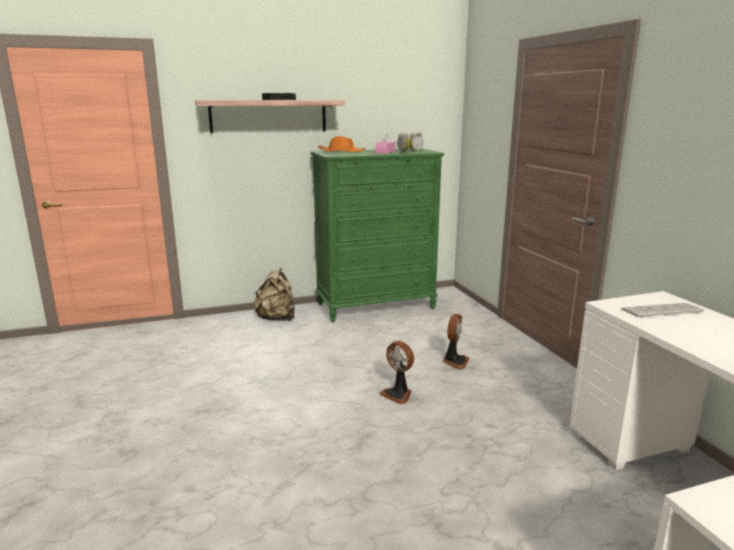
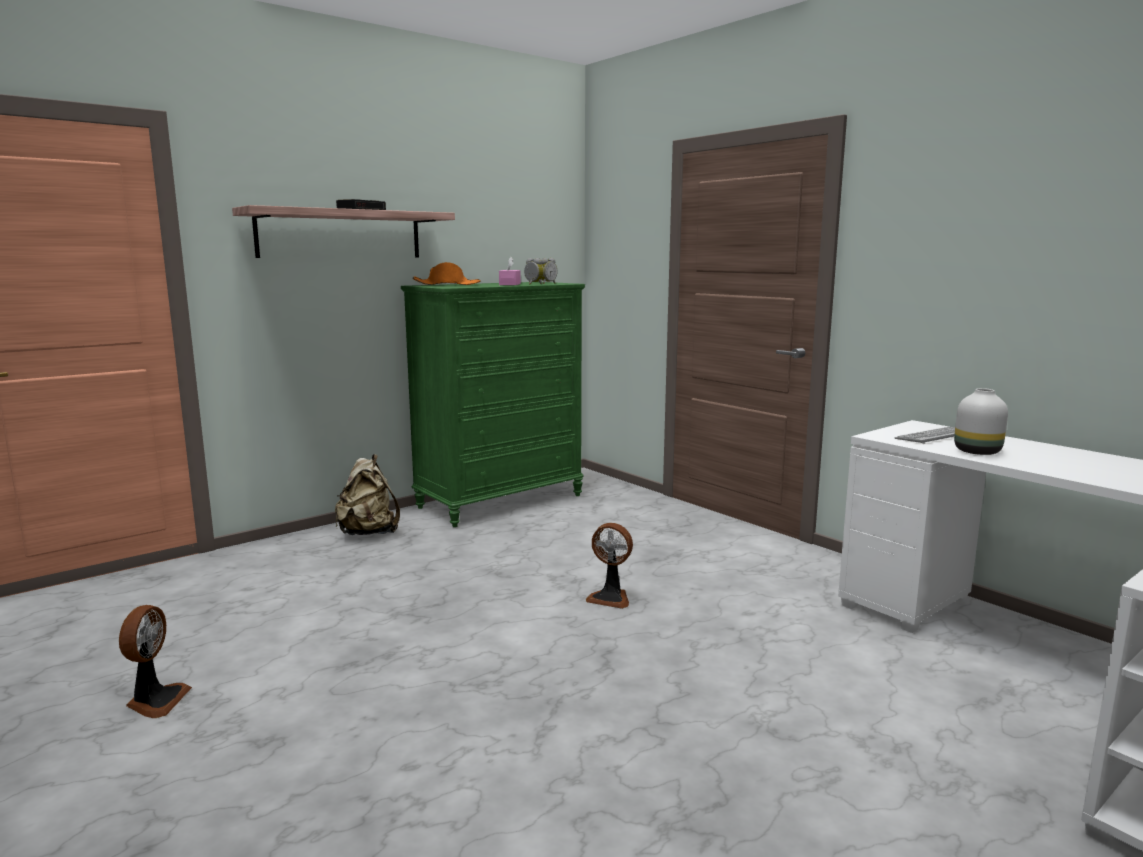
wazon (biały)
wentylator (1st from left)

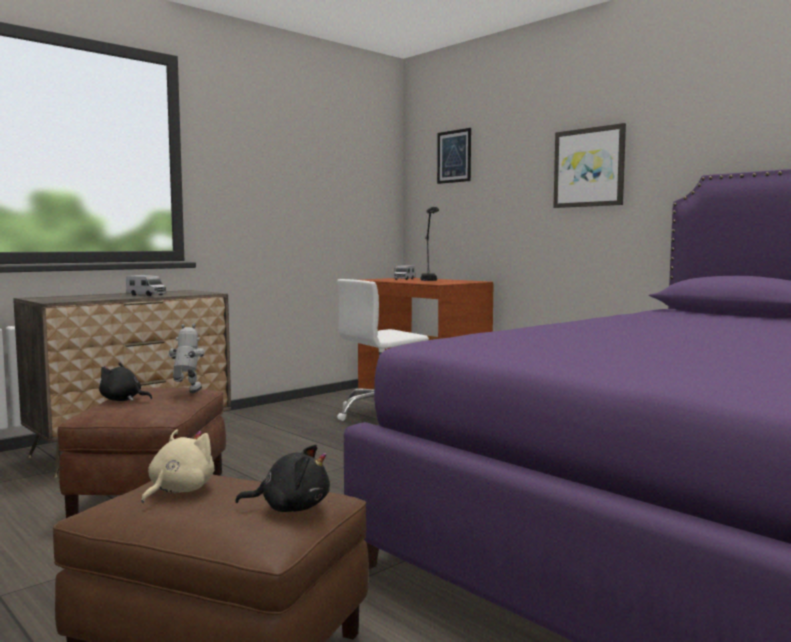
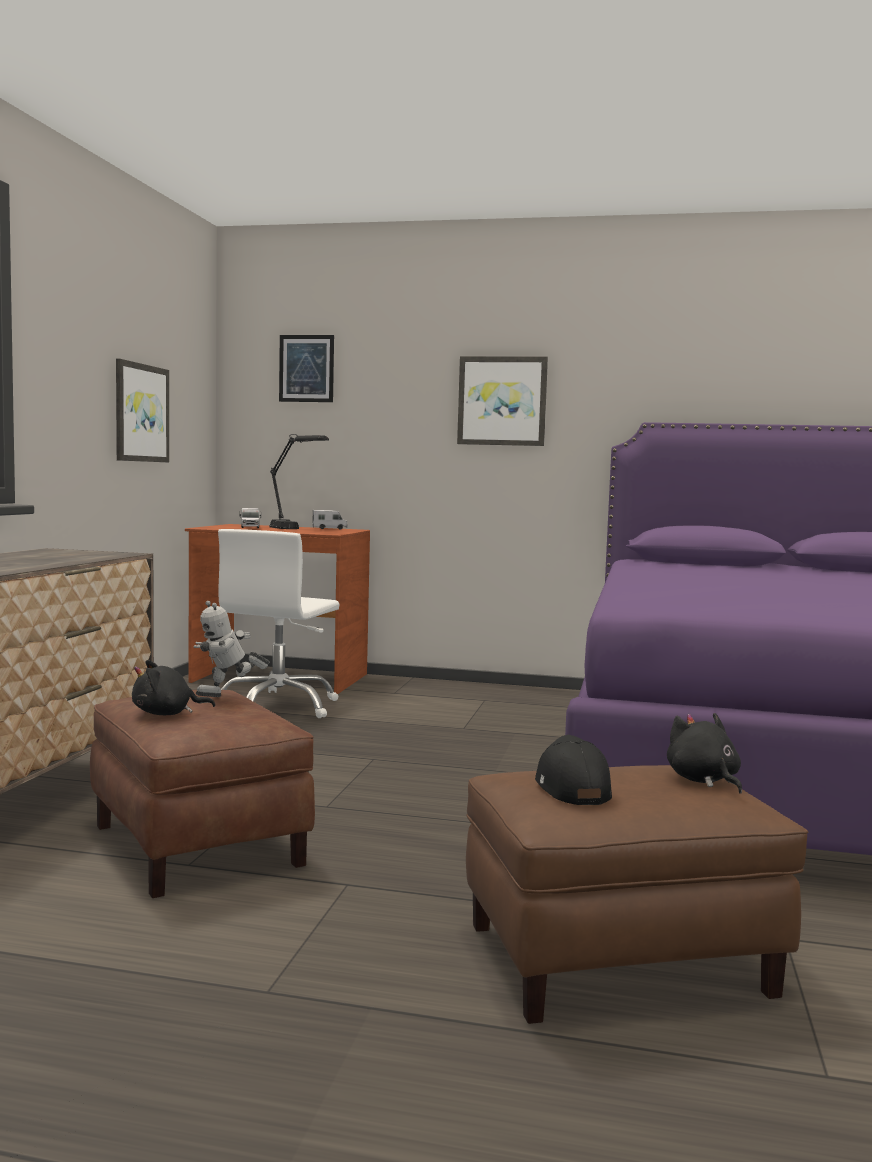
obraz (1st from left)
ciężarówka zabawkowa (2nd from left)
czapka z daszkiem (czarny)
robot zabawkowy
pluszak (czarny) (2nd from left)

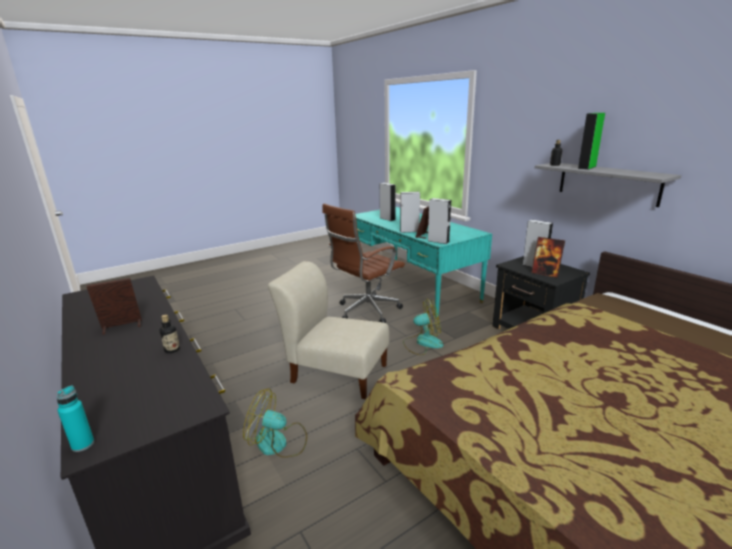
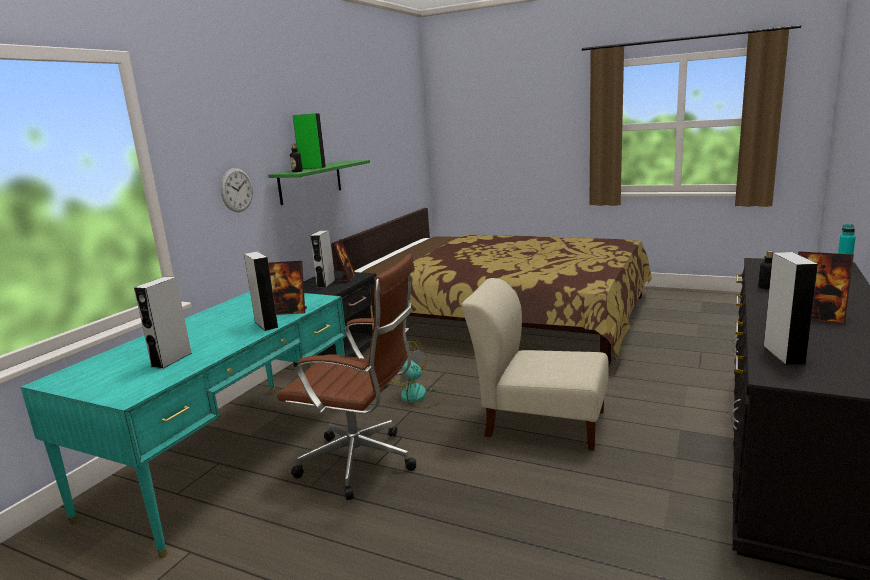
wentylator (1st from left in the first image)
zegar ścienny
głośnik (szary) (4th from left)
półka (zielony)
krzesło (beżowy)

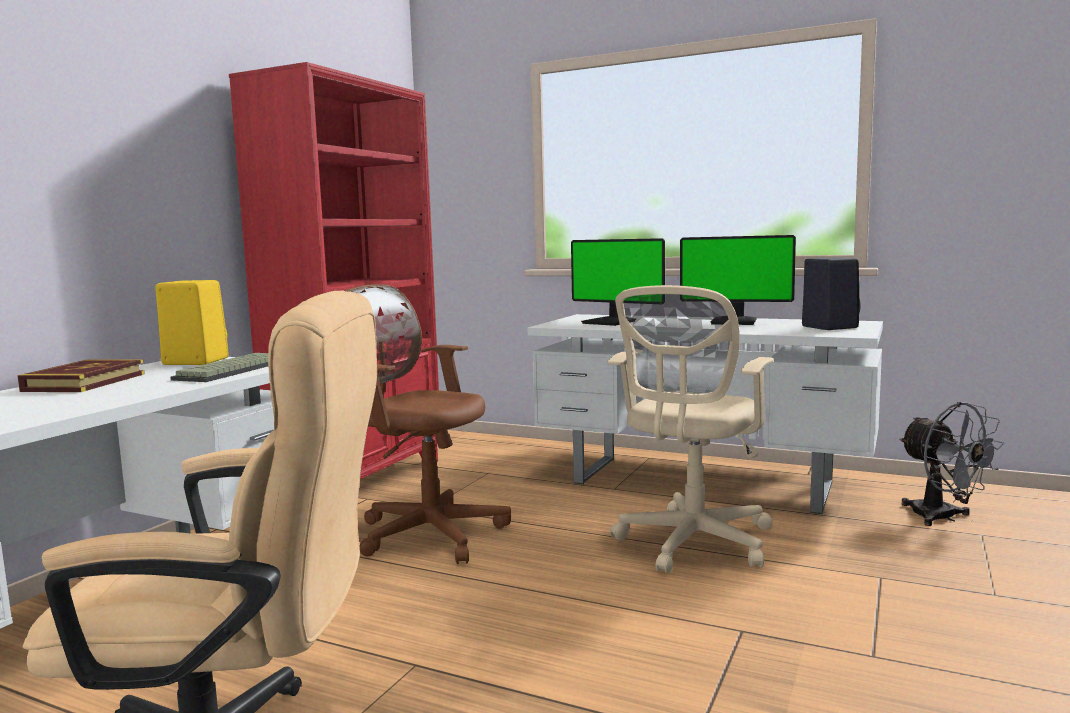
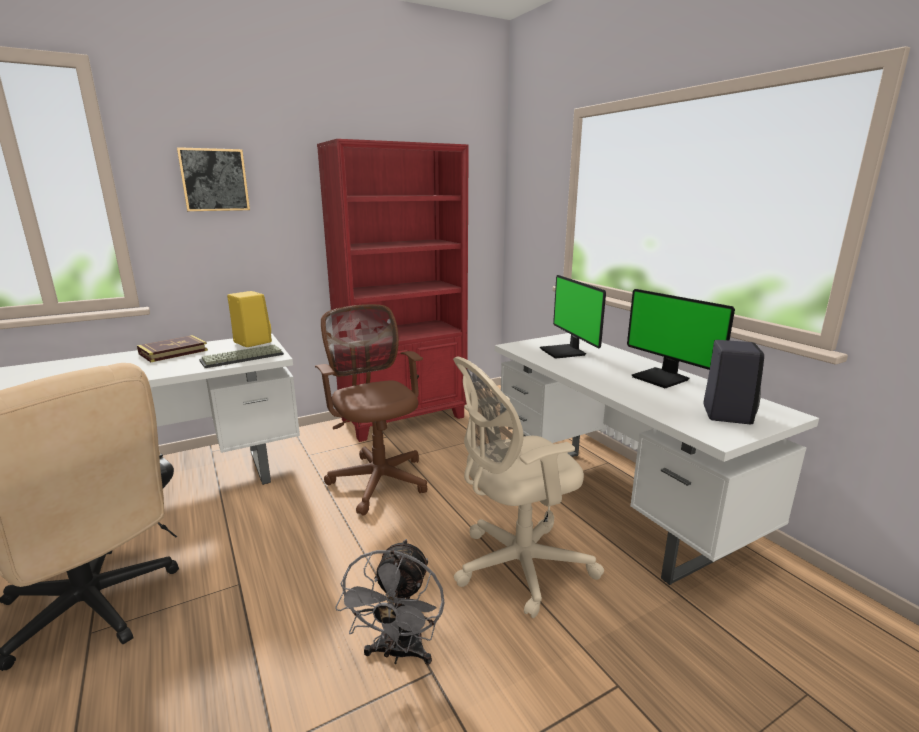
obraz
wentylator (szary)

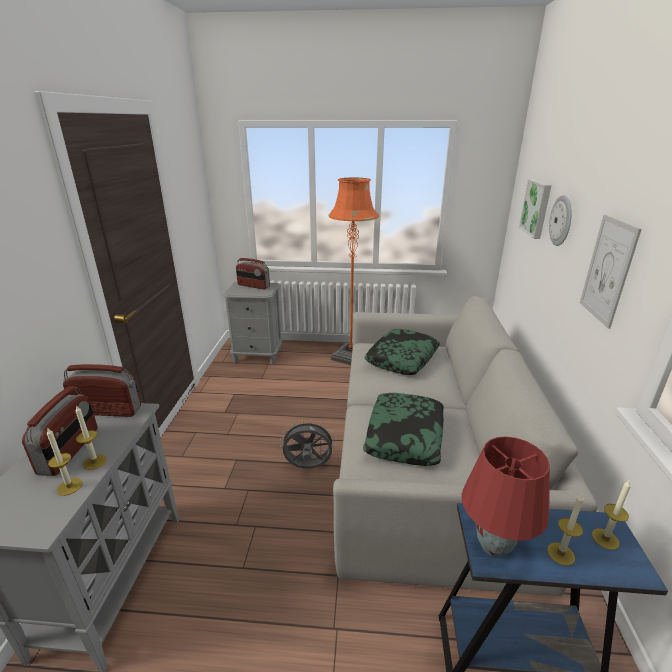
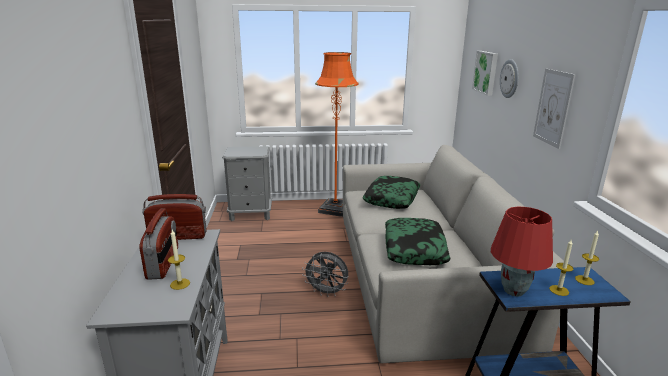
świeca (2nd from left in the first image)
radio (3rd from left in the first image)
wentylator (szary)

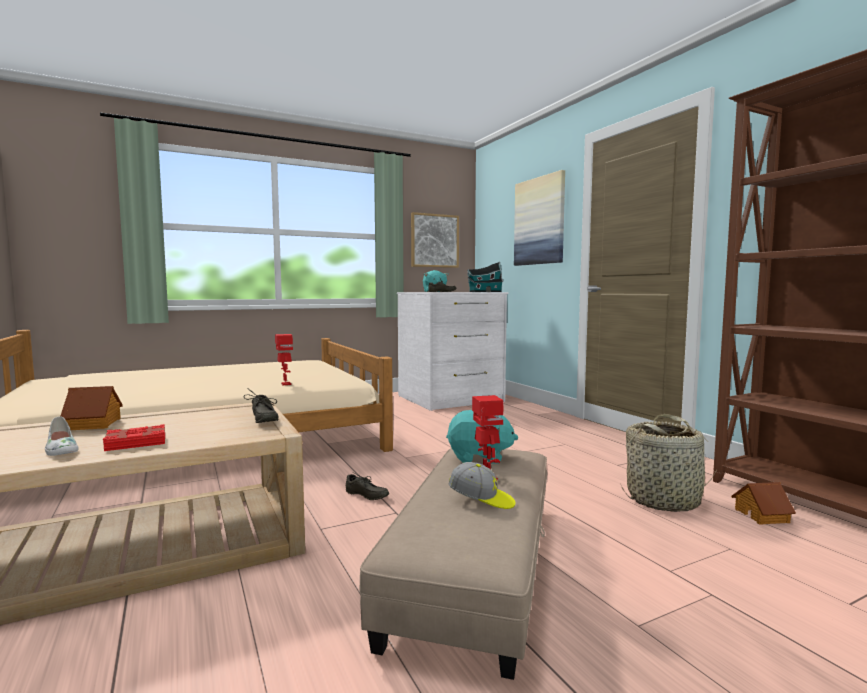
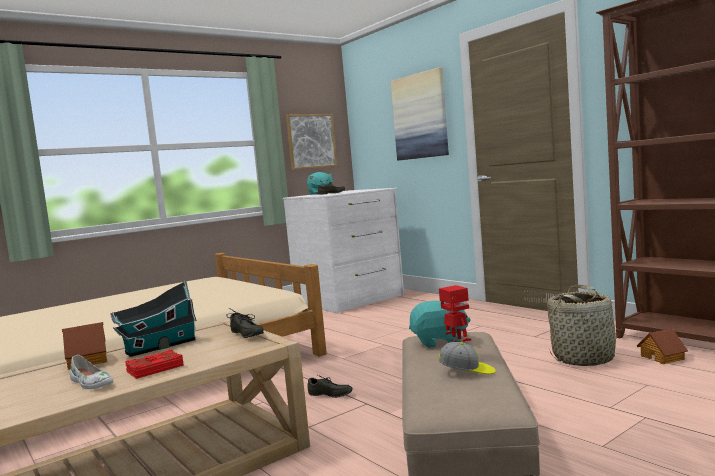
robot zabawkowy (1st from left in the first image)
domek (2nd from left)

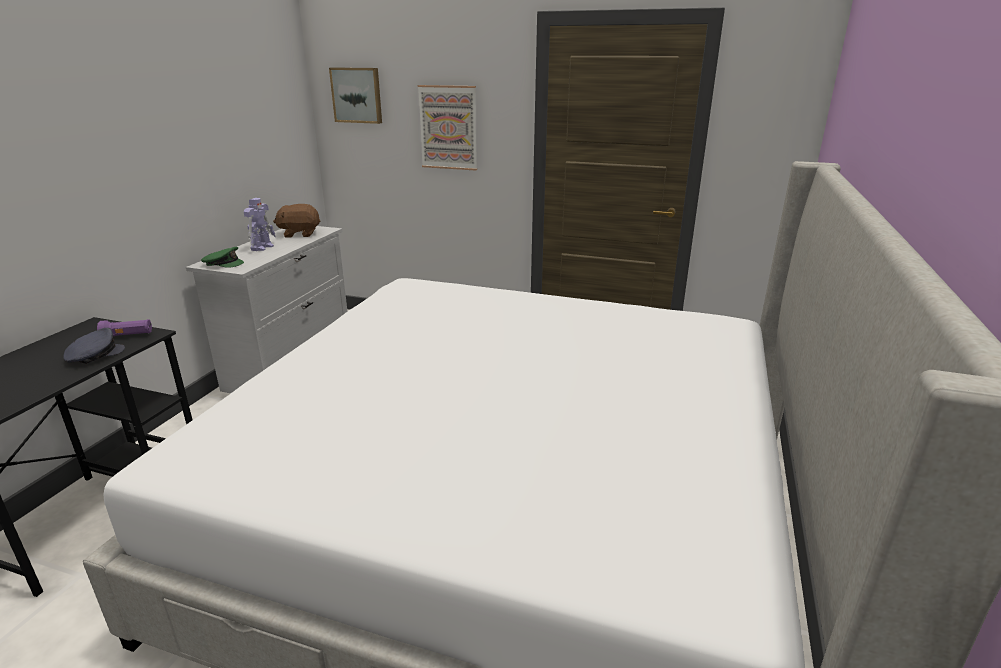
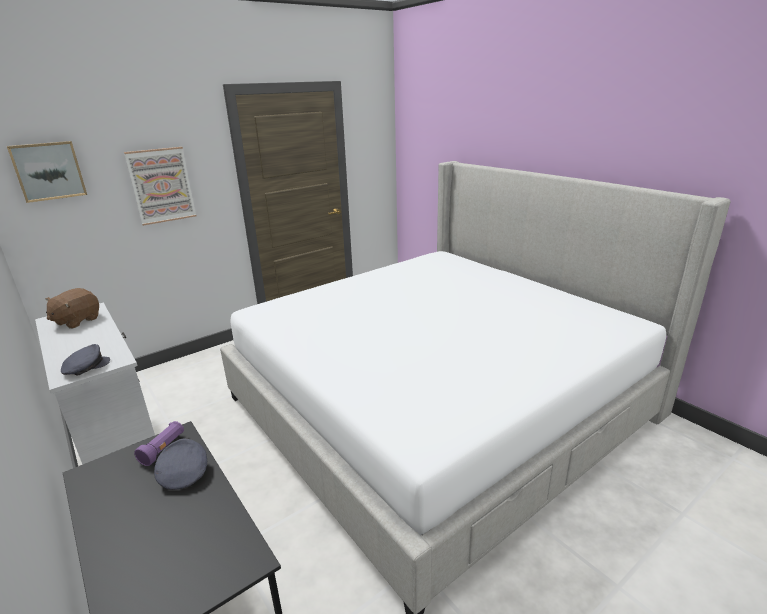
robot zabawkowy
czapka z daszkiem (szary) (1st from left)

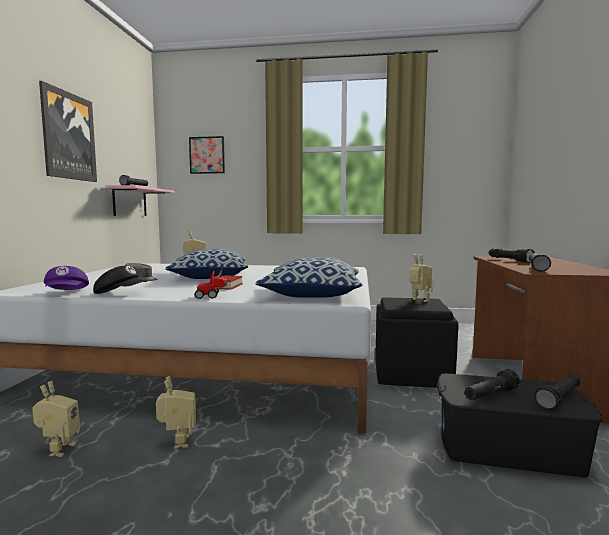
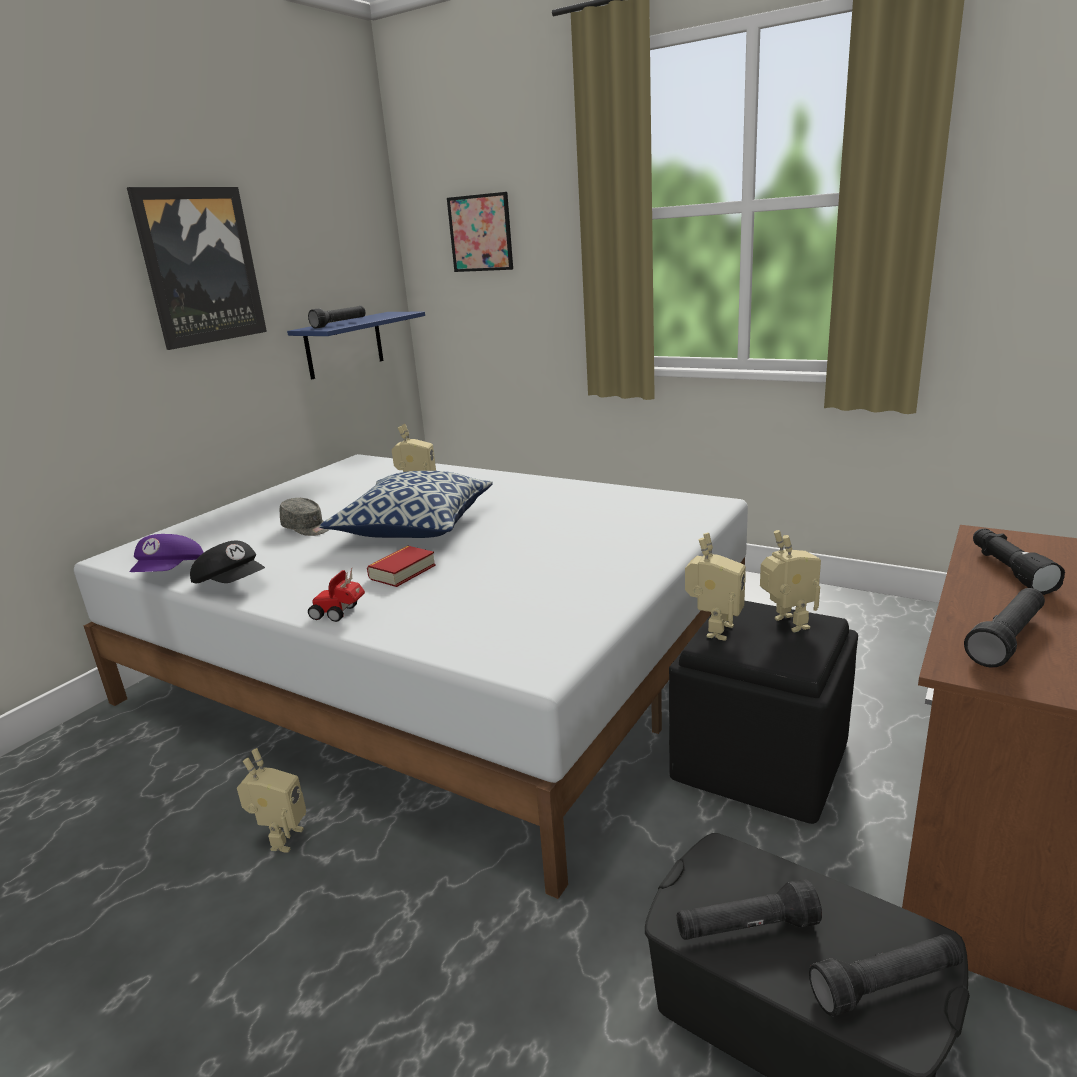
poduszka (2nd from left in the first image)
robot zabawkowy (3rd from left)
półka (niebieski)

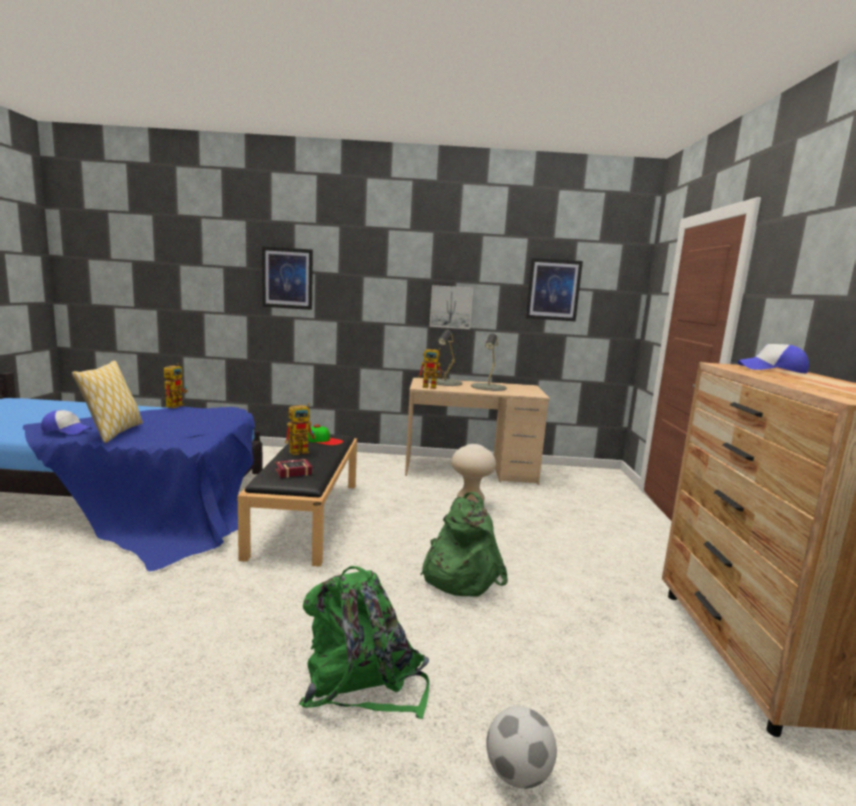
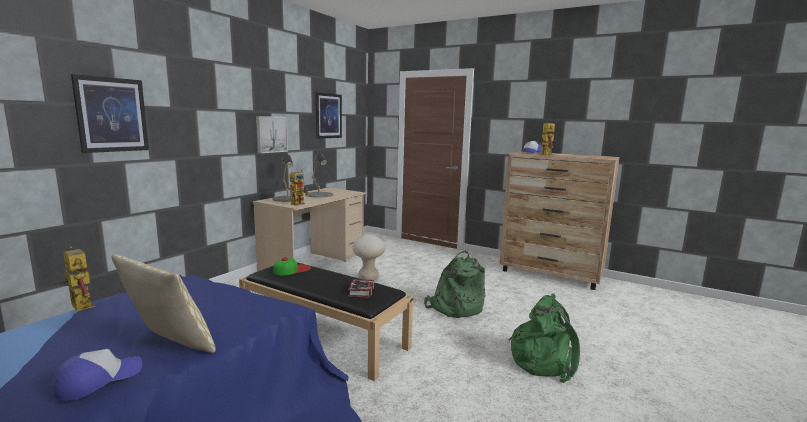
piłka futbolowa
robot zabawkowy (3rd from left)

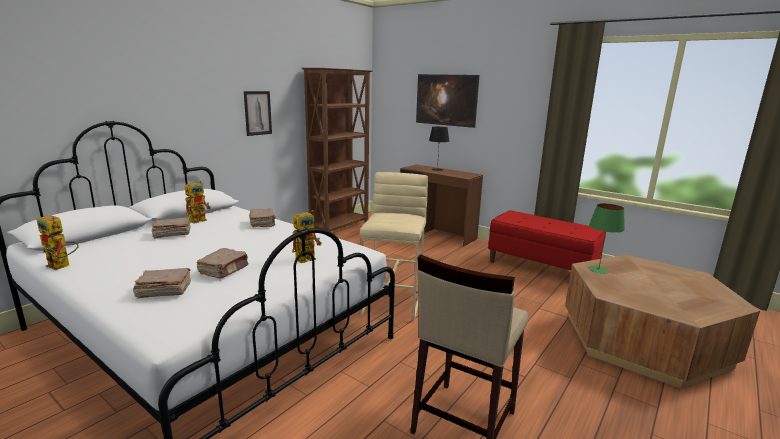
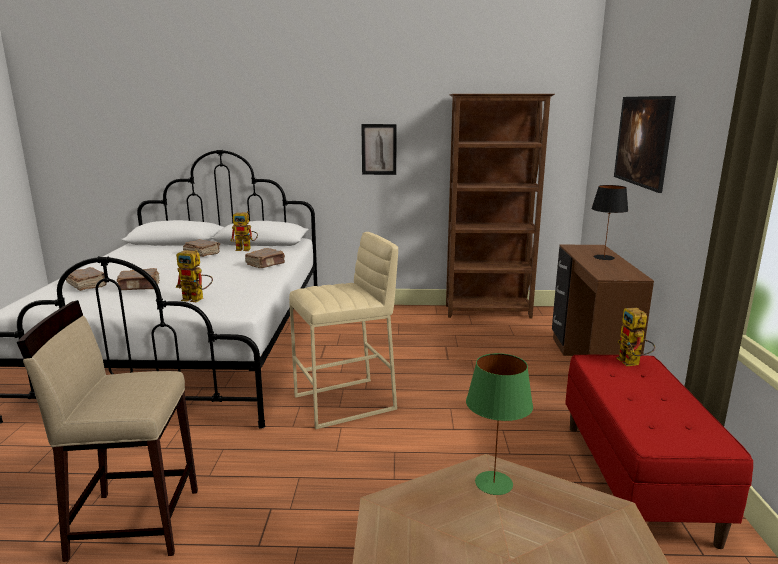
robot zabawkowy (3rd from left)

